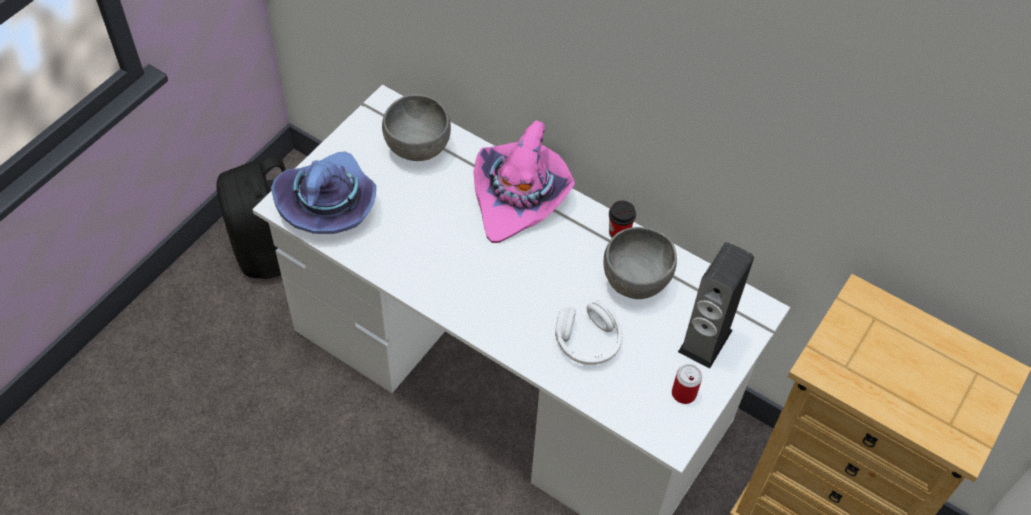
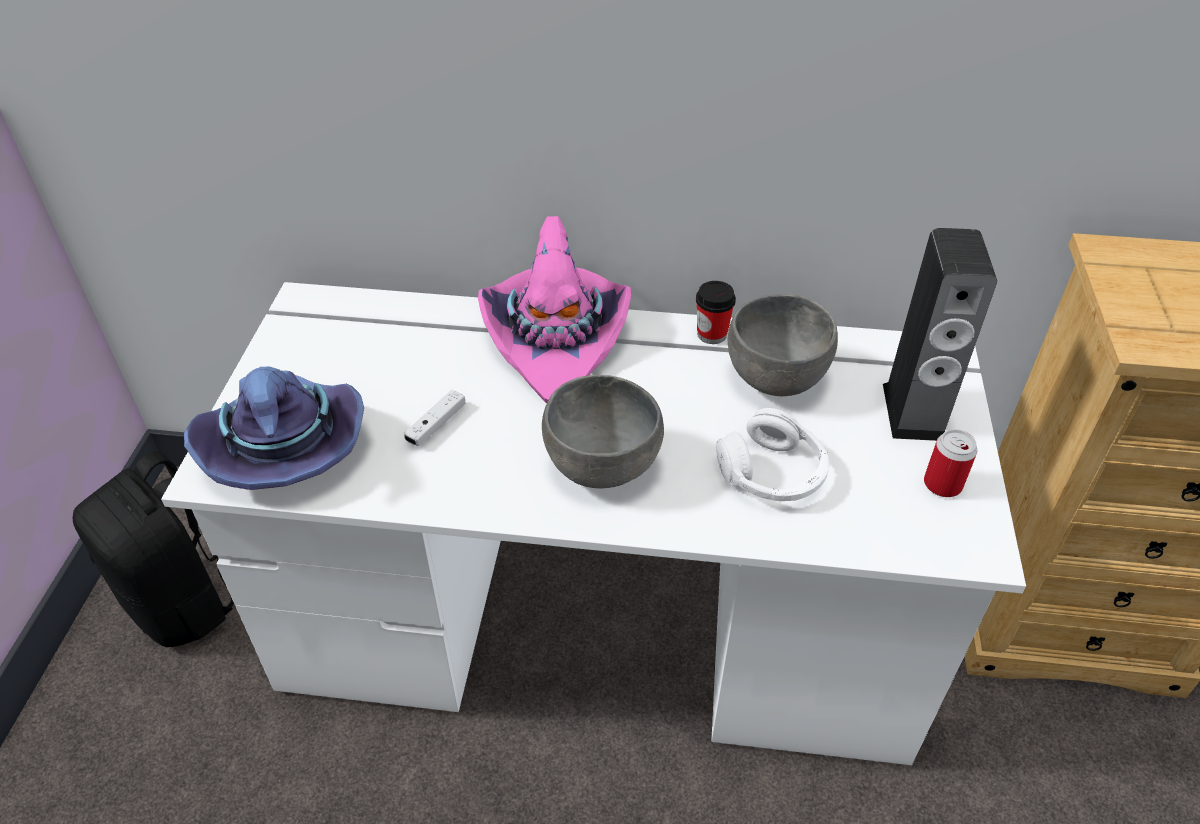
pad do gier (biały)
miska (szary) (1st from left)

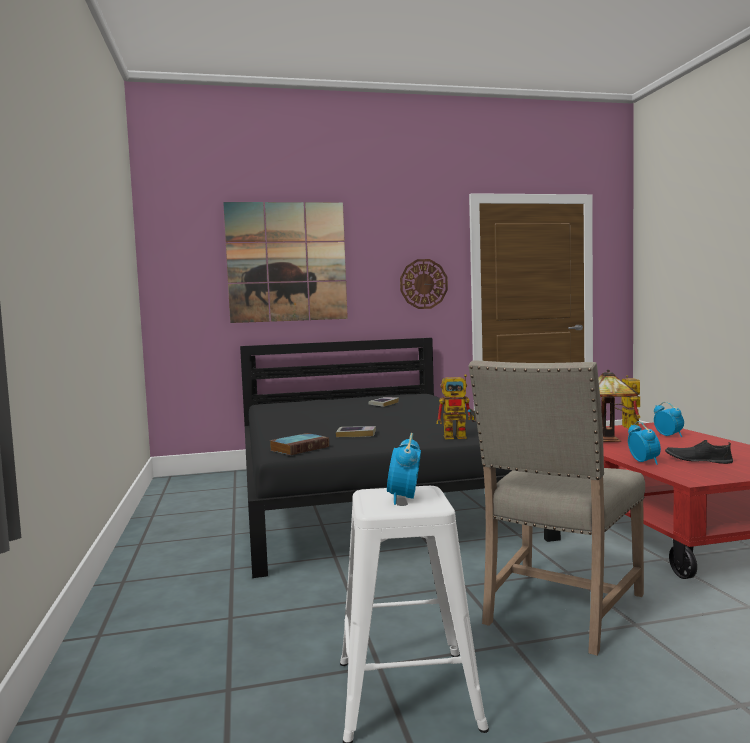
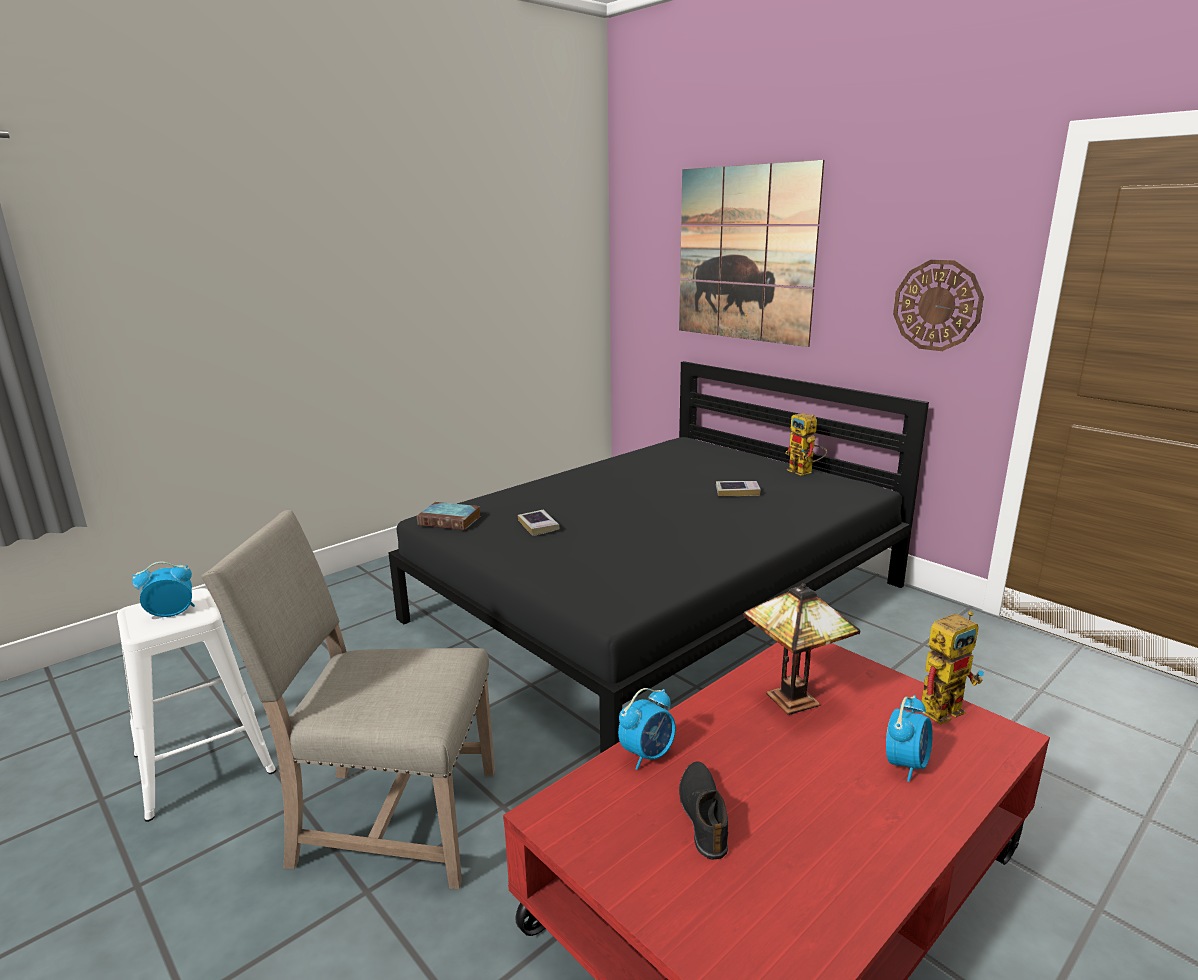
robot zabawkowy (1st from left)

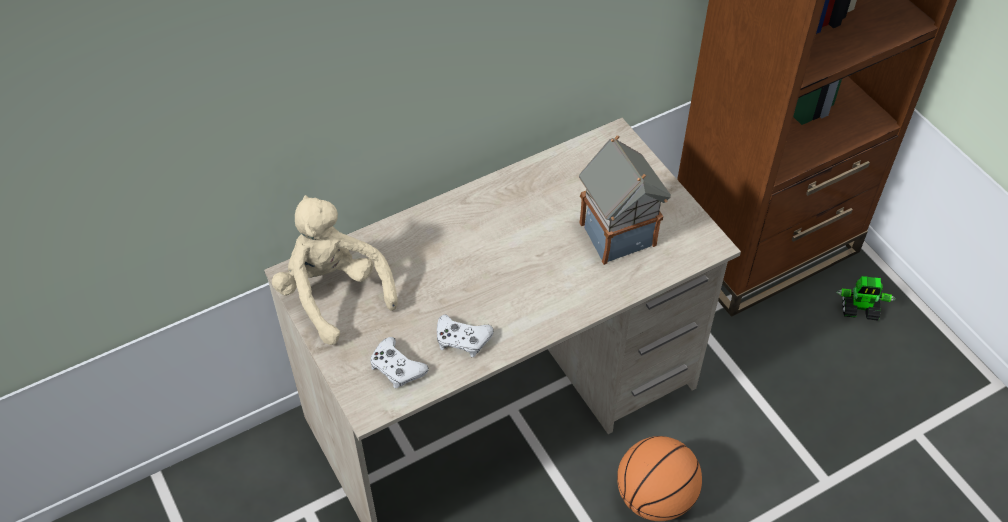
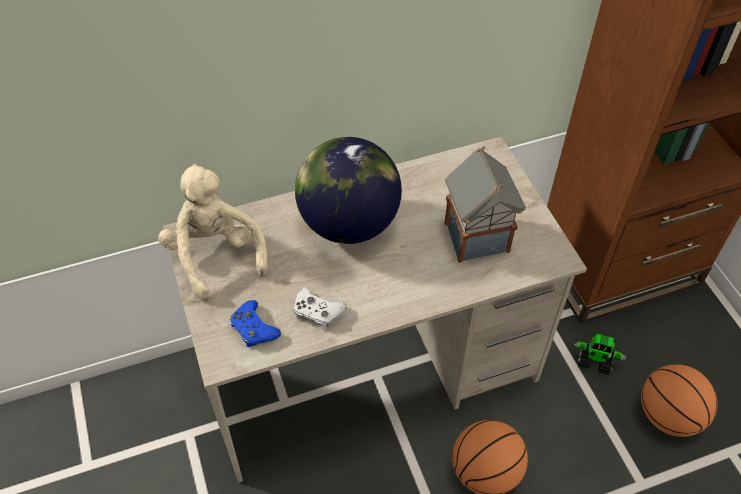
globus
piłka do koszykówki (2nd from left)
robot zabawkowy
pad do gier (niebieski)

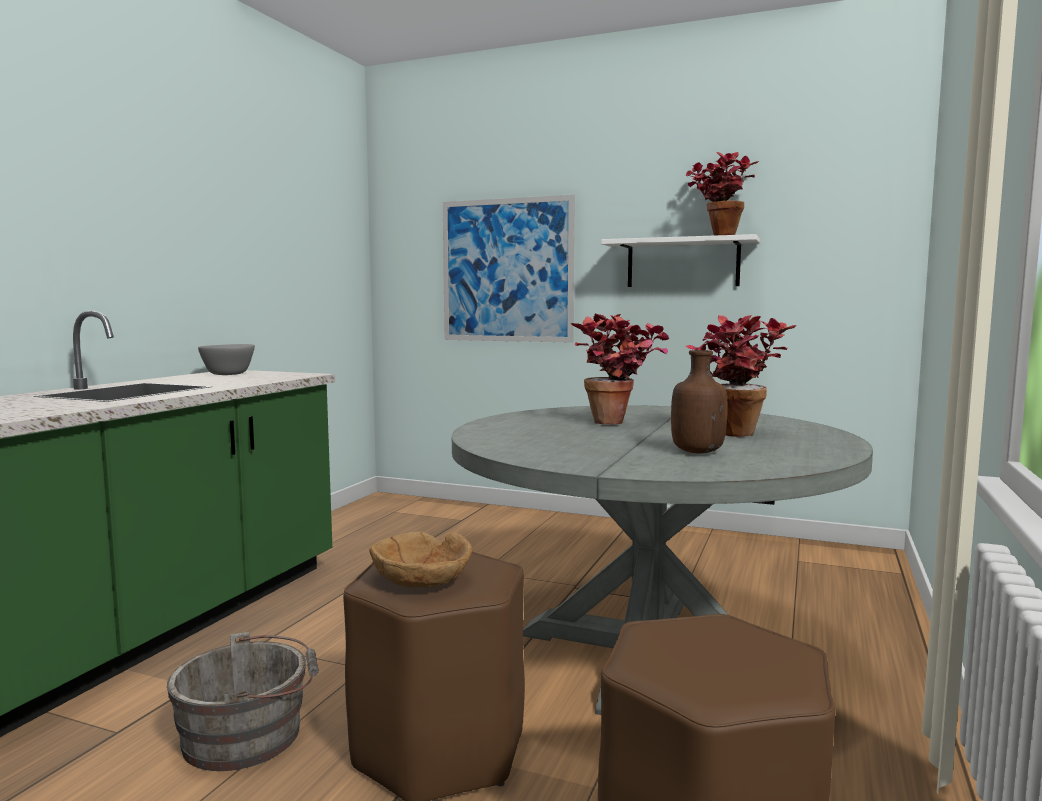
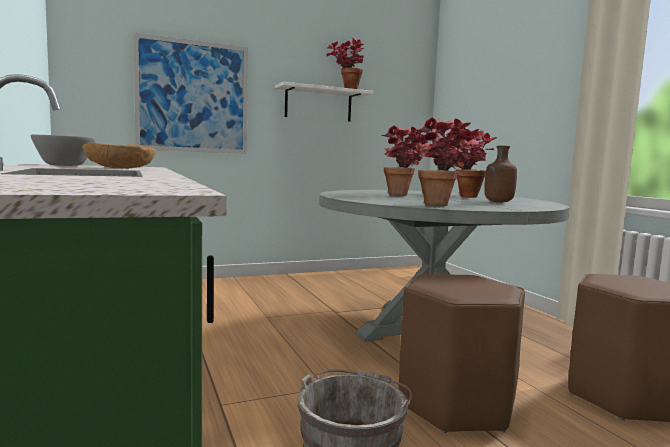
roślina doniczkowa (3rd from left)
miska (brązowy)

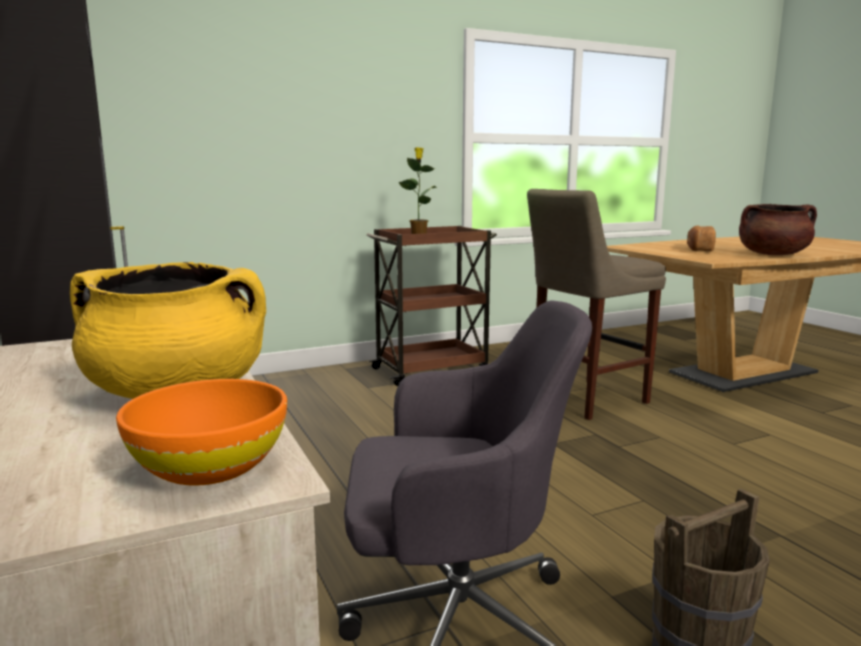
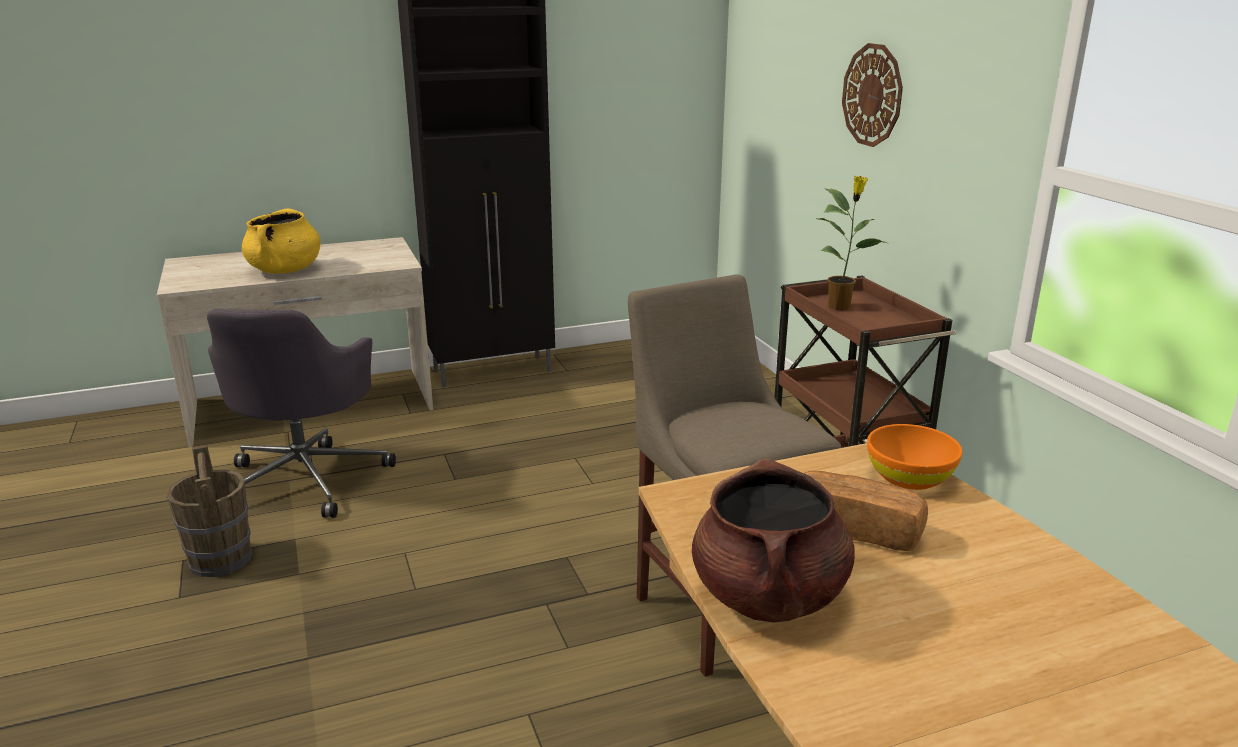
zegar ścienny
miska (pomarańczowy)

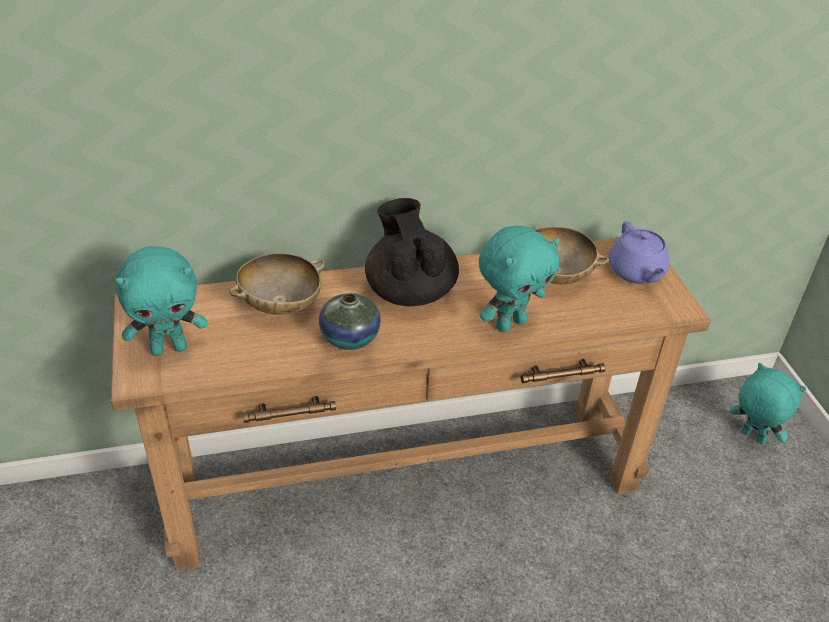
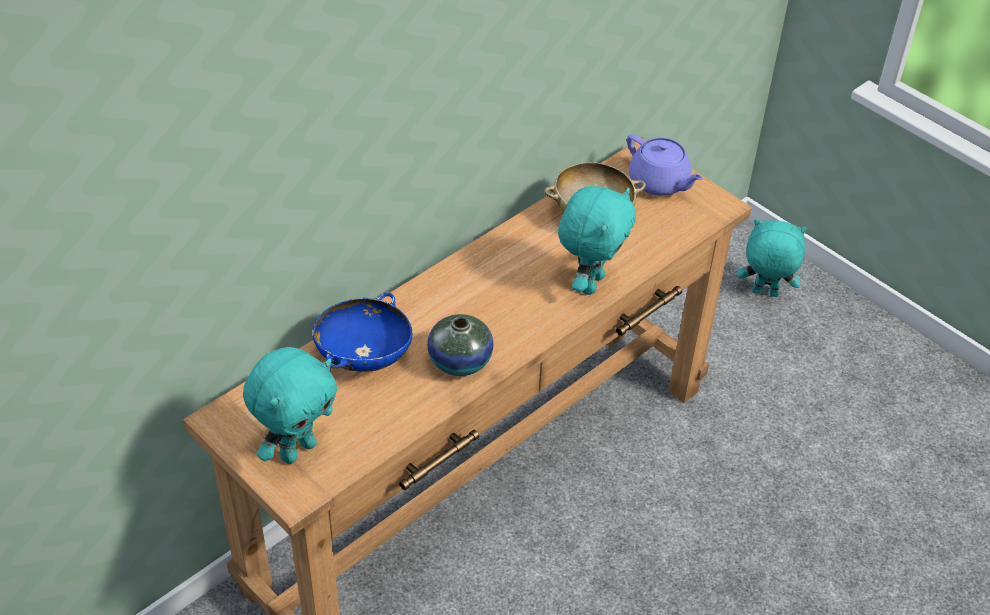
imbryk (czarny)
miska (niebieski)

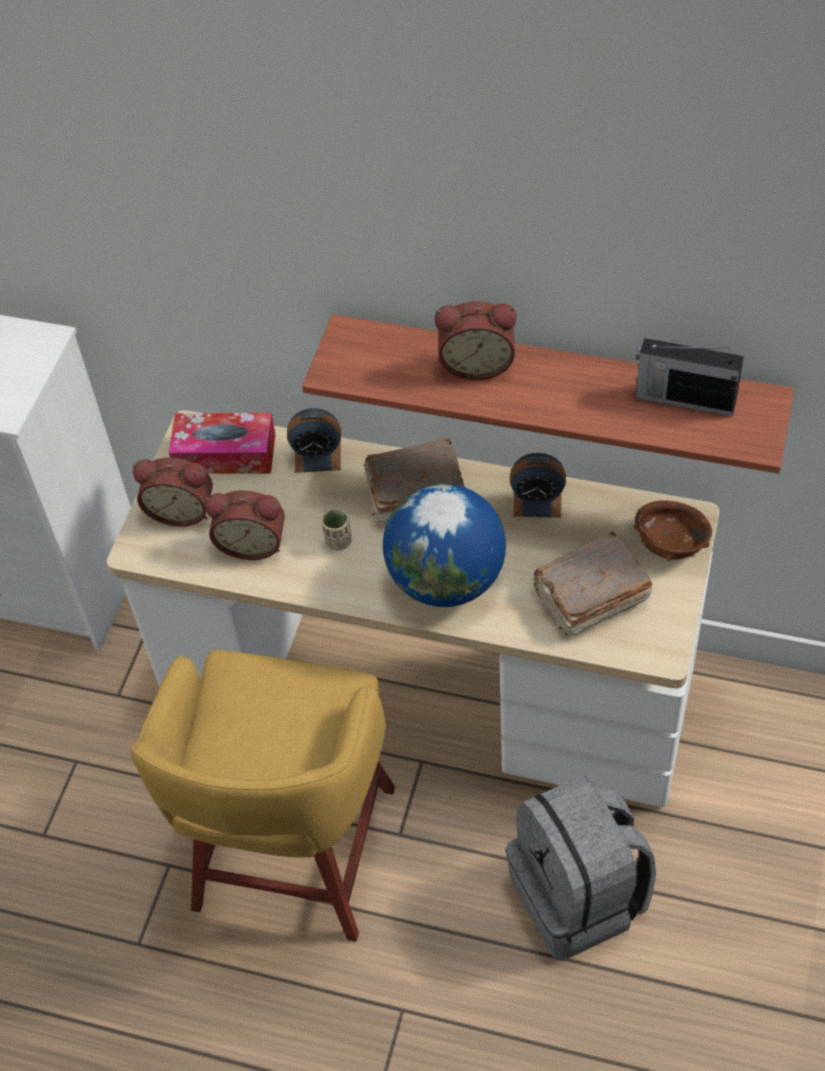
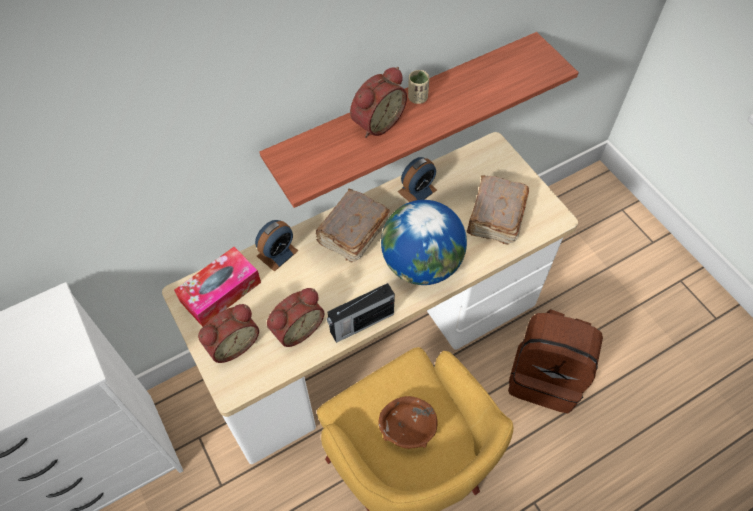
filiżanka (beżowy)
miska (brązowy)
radio
plecak (brązowy)

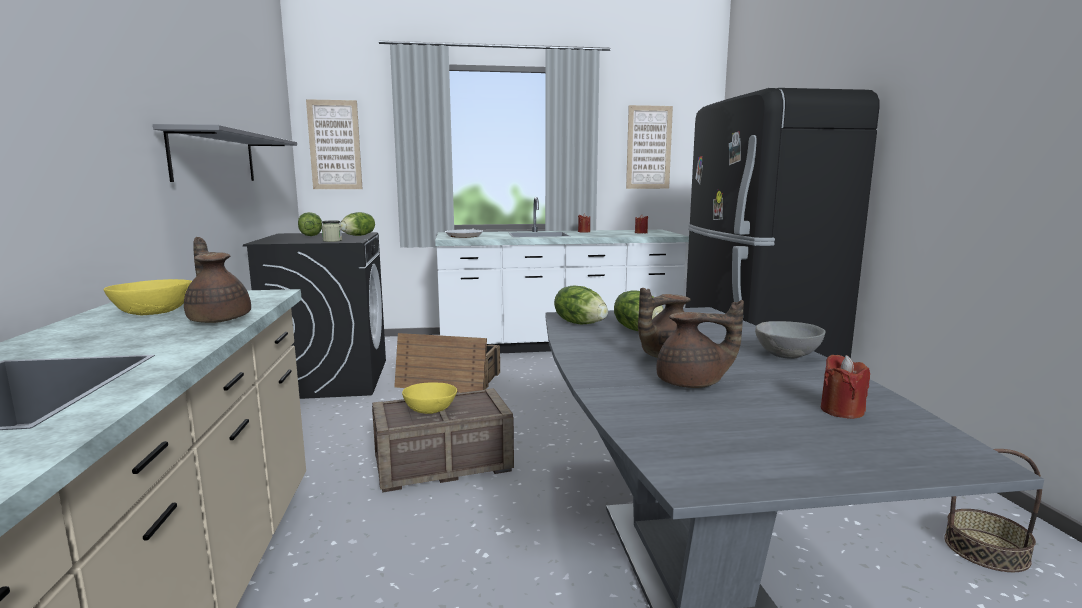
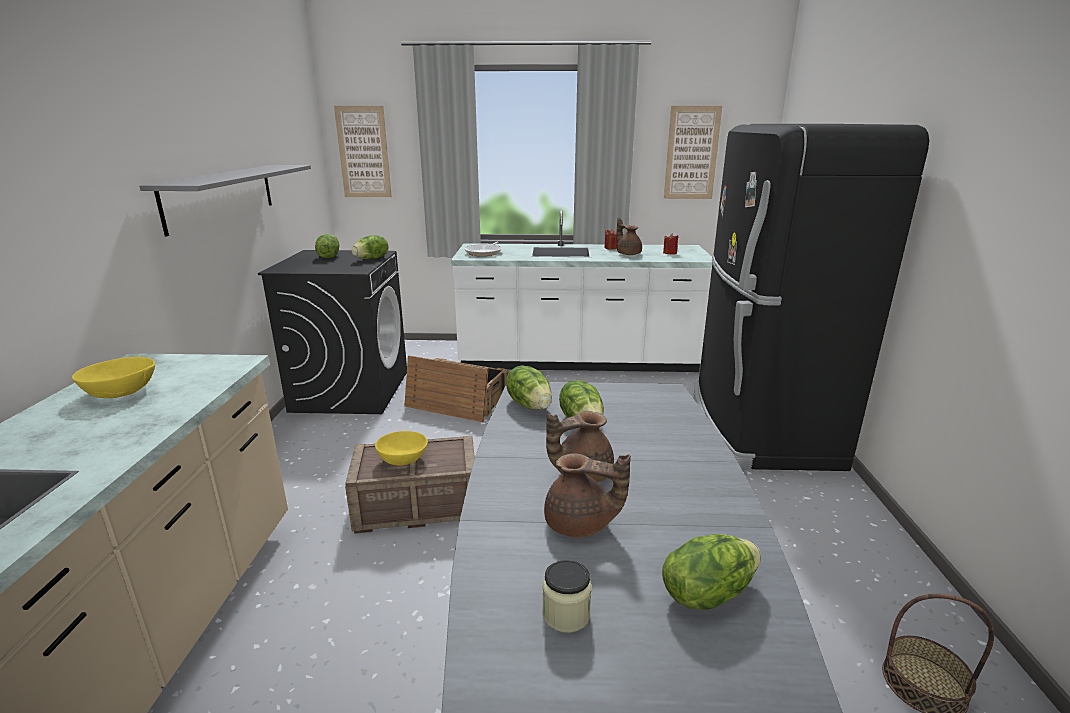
miska (szary)
imbryk (brązowy) (3rd from left)
słoik
sałata (5th from left)

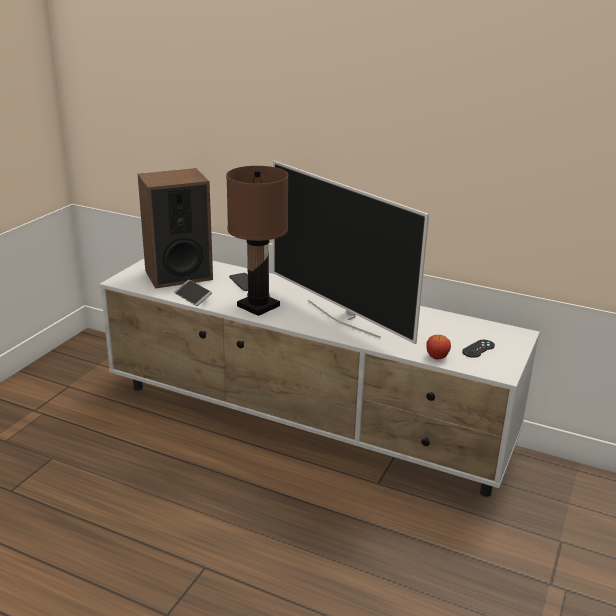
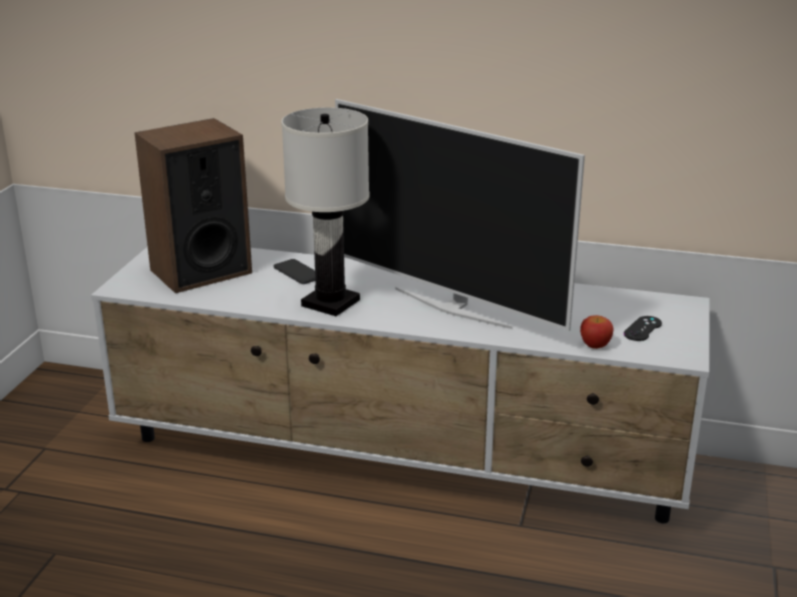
telefon (1st from left in the first image)
lampa stołowa (biały)

